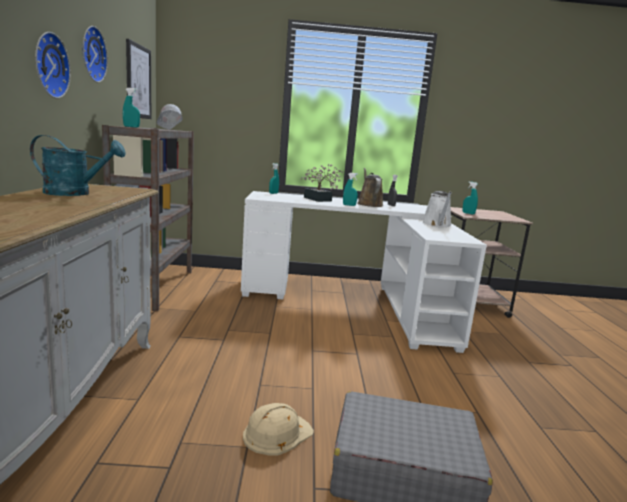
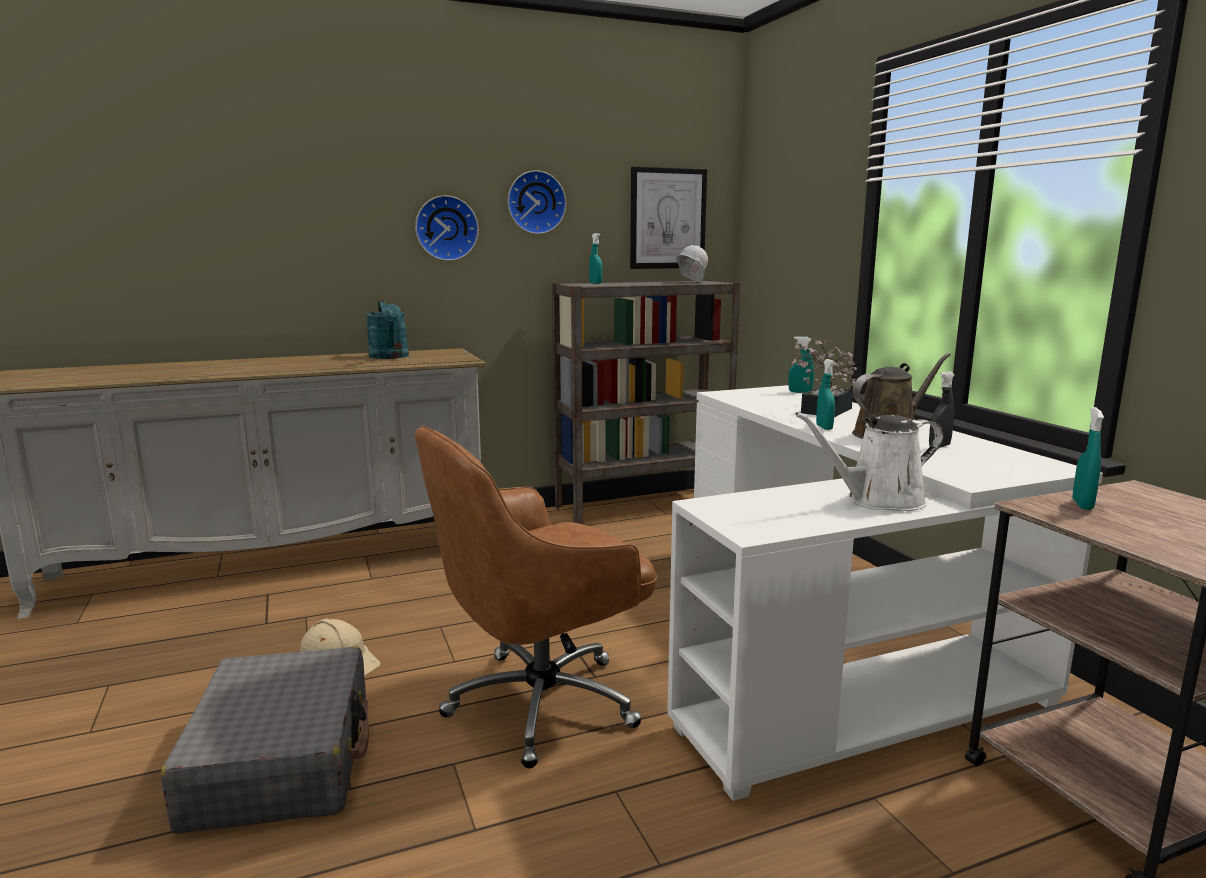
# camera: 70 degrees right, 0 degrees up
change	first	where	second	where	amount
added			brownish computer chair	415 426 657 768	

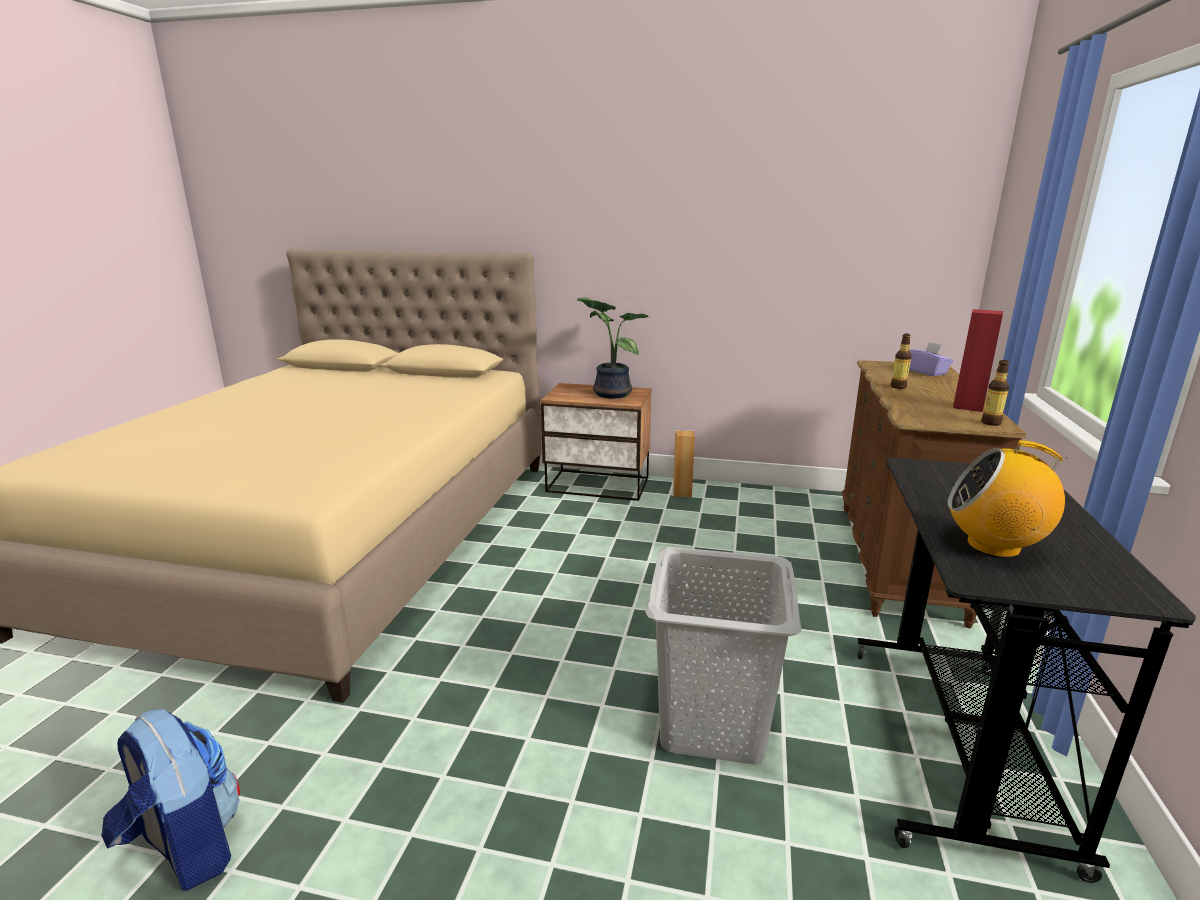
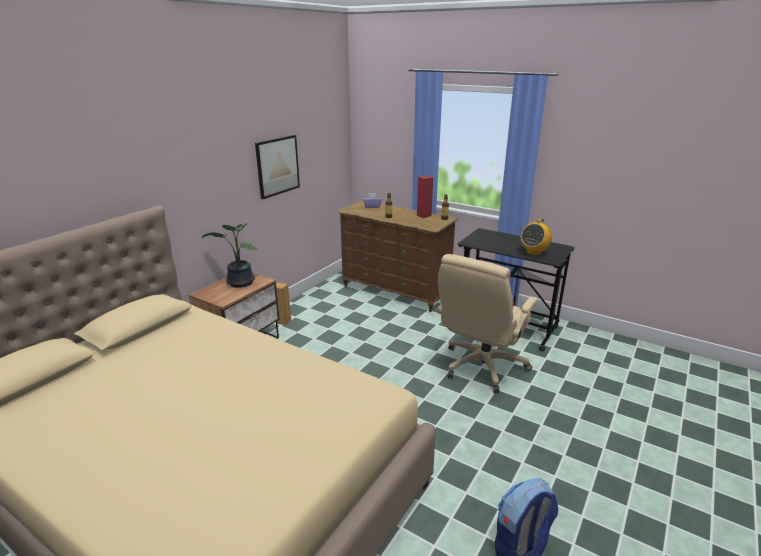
# camera: 70 degrees left, 5 degrees up
change	first	where	second	where	amount
replaced	gray hamper	646 547 801 765	beige computer chair	437 254 538 393	
added			wall picture	255 135 300 199	

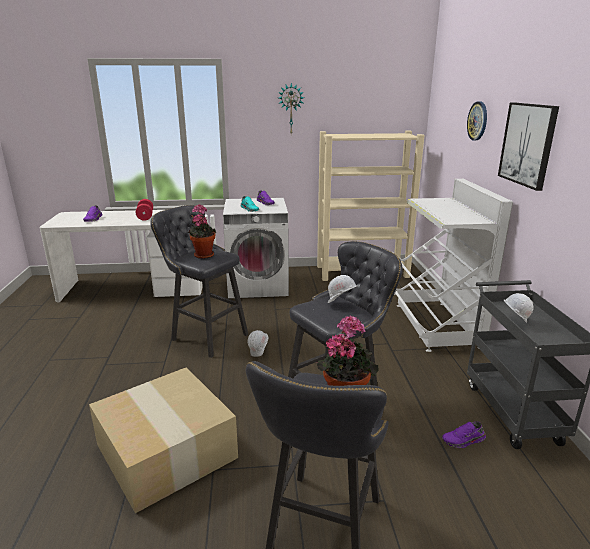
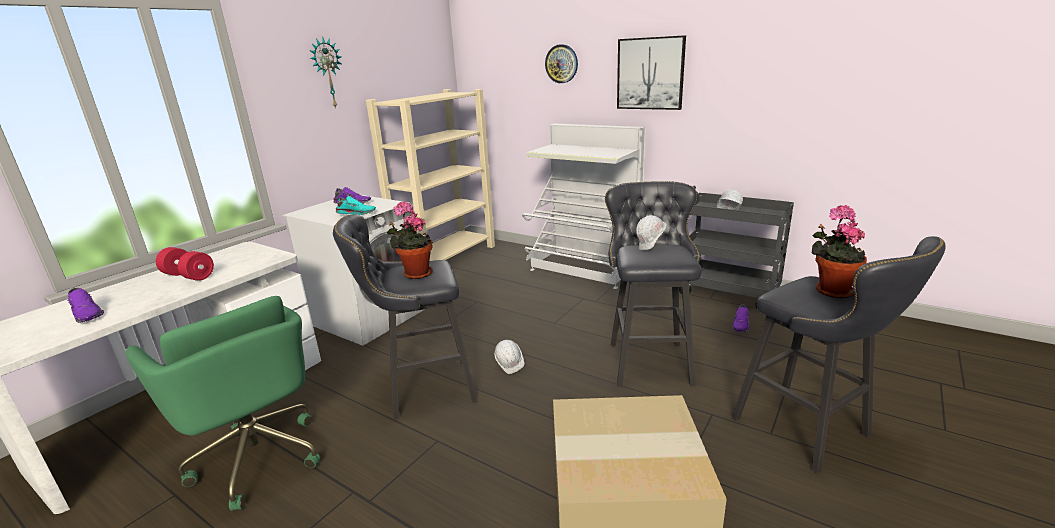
# camera: 50 degrees left, 0 degrees up
change	first	where	second	where	amount
added			greenish computer chair	126 296 320 511	

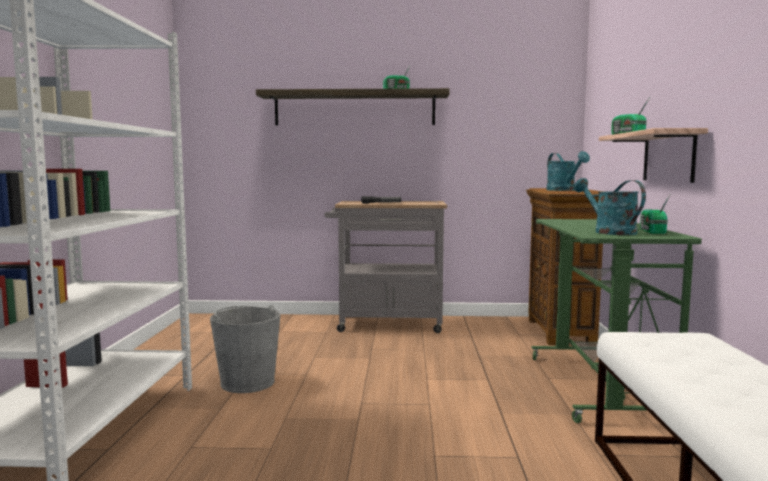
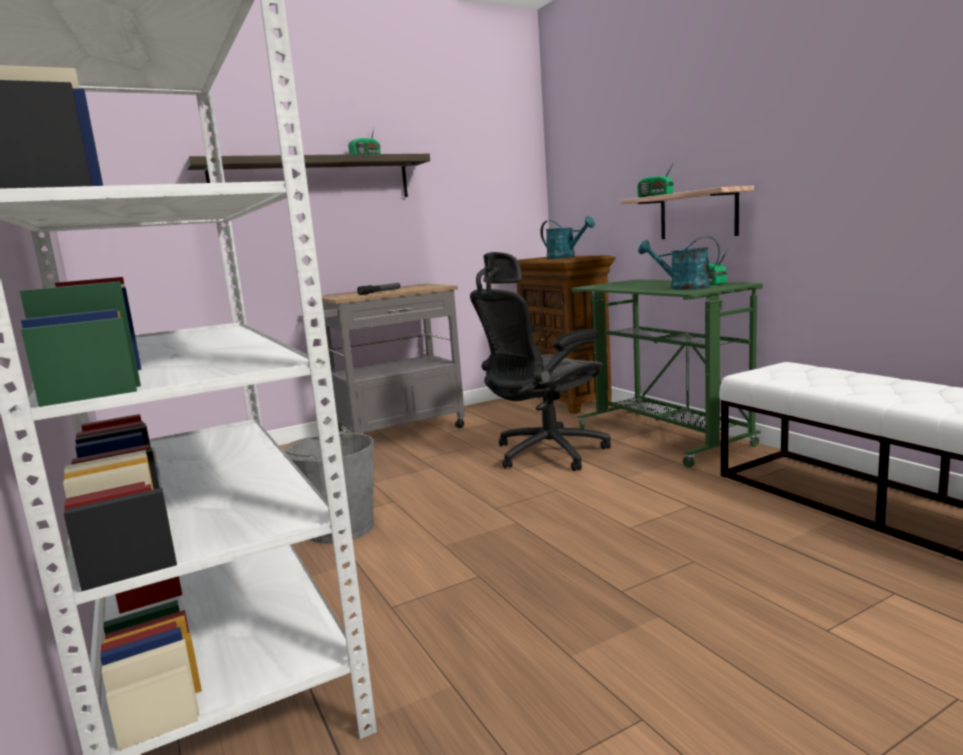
# camera: 30 degrees left, 5 degrees up
change	first	where	second	where	amount
added			computer chair	470 252 611 471	

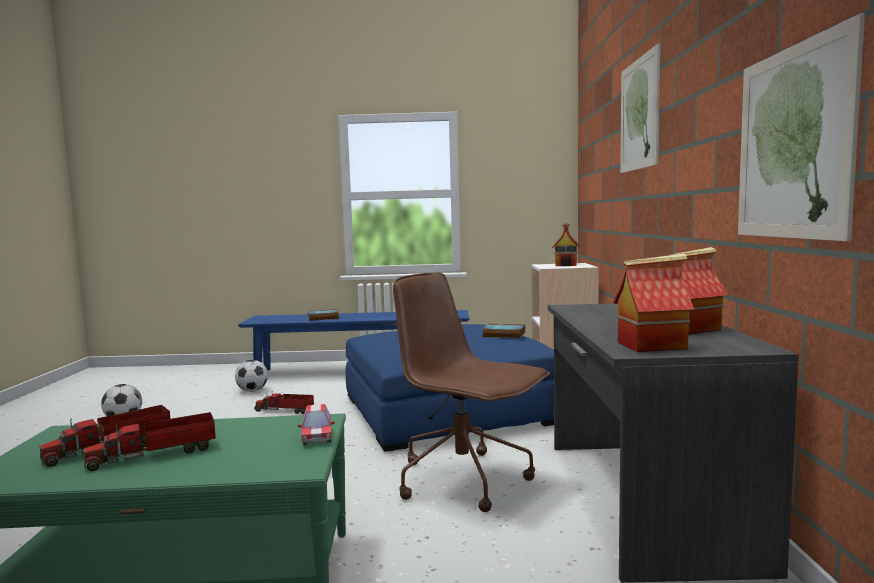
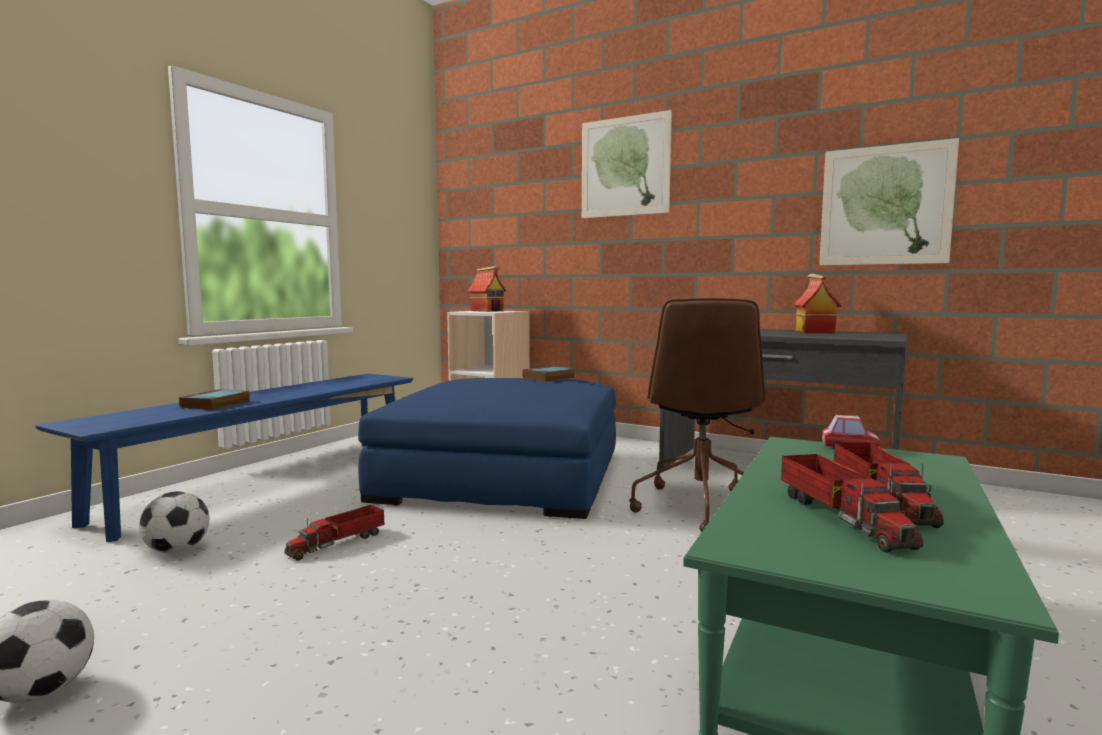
# camera: 60 degrees left, 0 degrees up
change	first	where	second	where	amount
removed	toy house	613 253 694 352			
turned	brownish computer chair	393 273 550 512		629 298 765 532	60 degrees counterclockwise

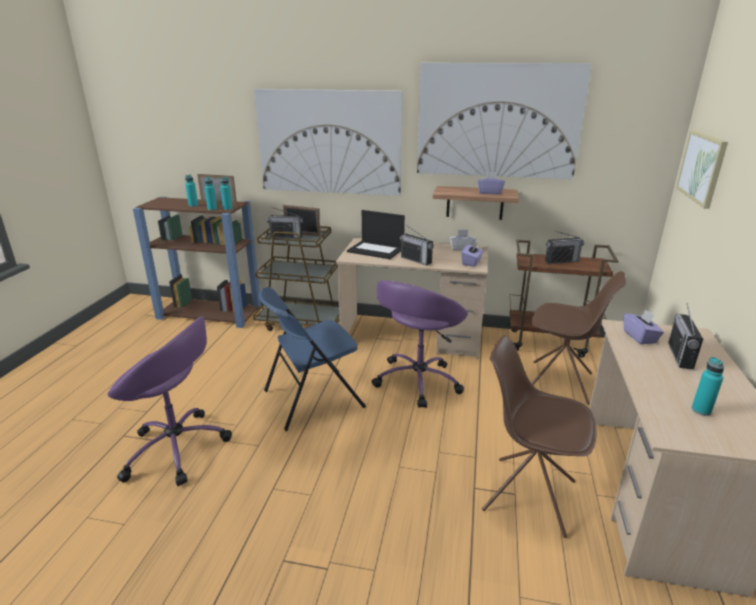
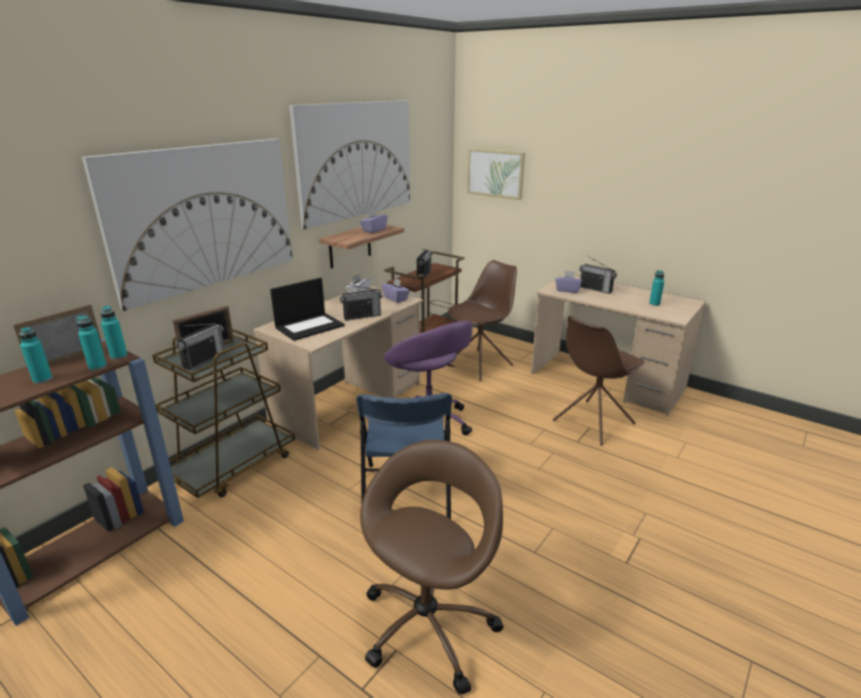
# camera: 65 degrees left, 0 degrees up
change	first	where	second	where	amount
recoloured	purple-coloured computer chair	108 316 232 486	brownish computer chair	360 440 503 694	

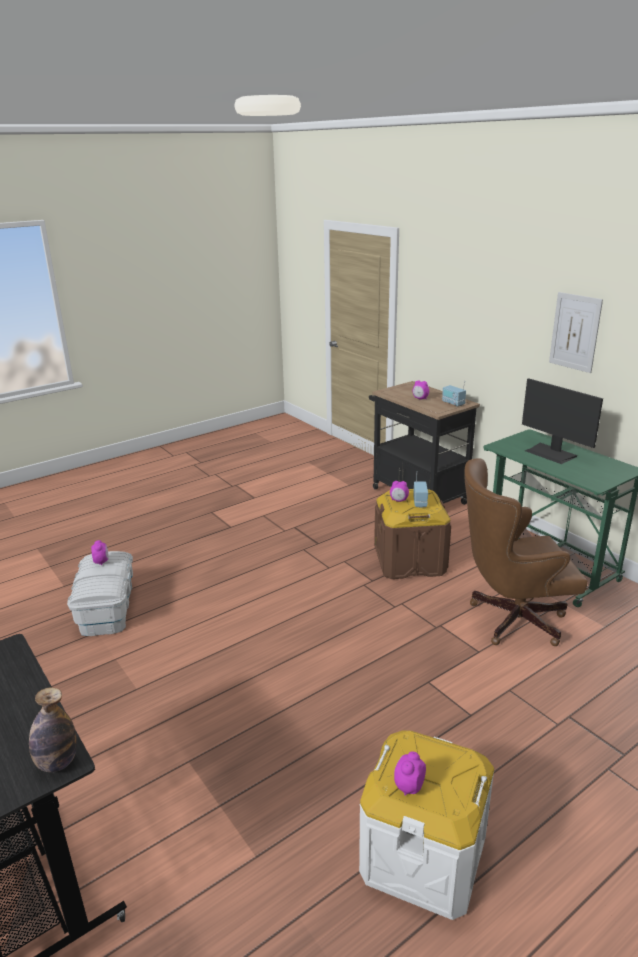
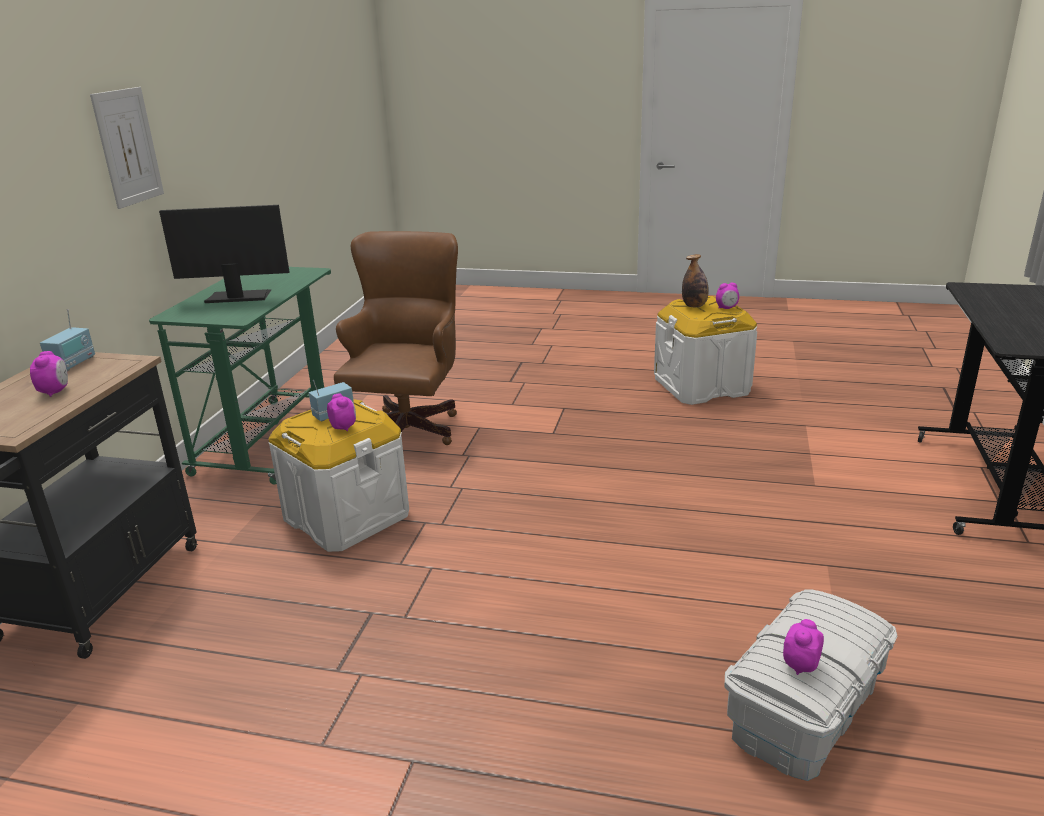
# camera: 130 degrees left, 0 degrees up
change	first	where	second	where	amount
turned	monitor	522 378 603 464		159 205 289 303	105 degrees counterclockwise
turned	brownish computer chair	464 458 588 646		334 231 458 445	120 degrees counterclockwise
recoloured	brownish storage bin	374 489 451 579	white storage bin	268 399 409 552	
moved	beverage bottle	29 687 77 772		682 254 709 307	

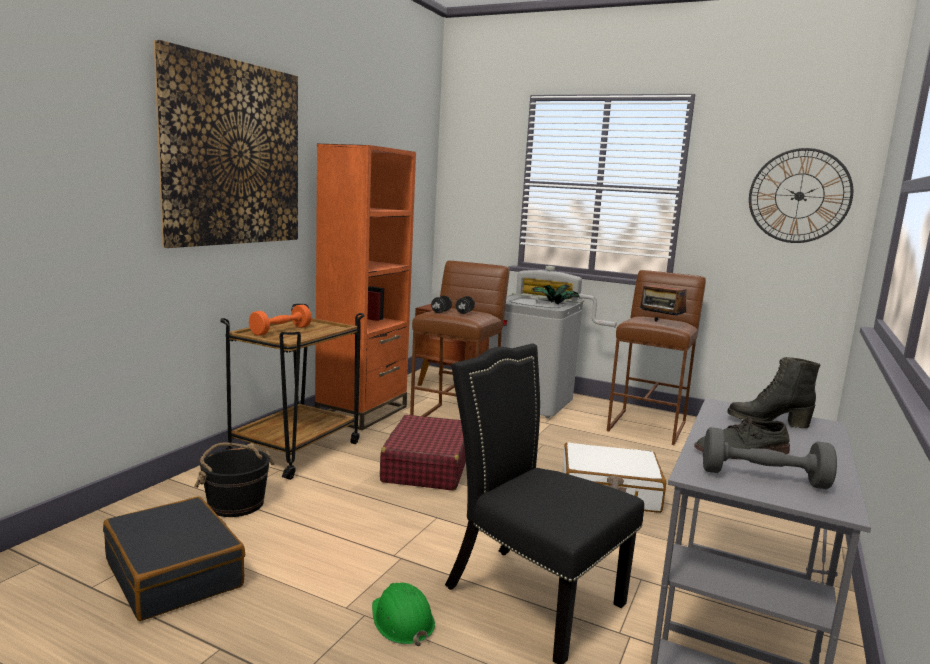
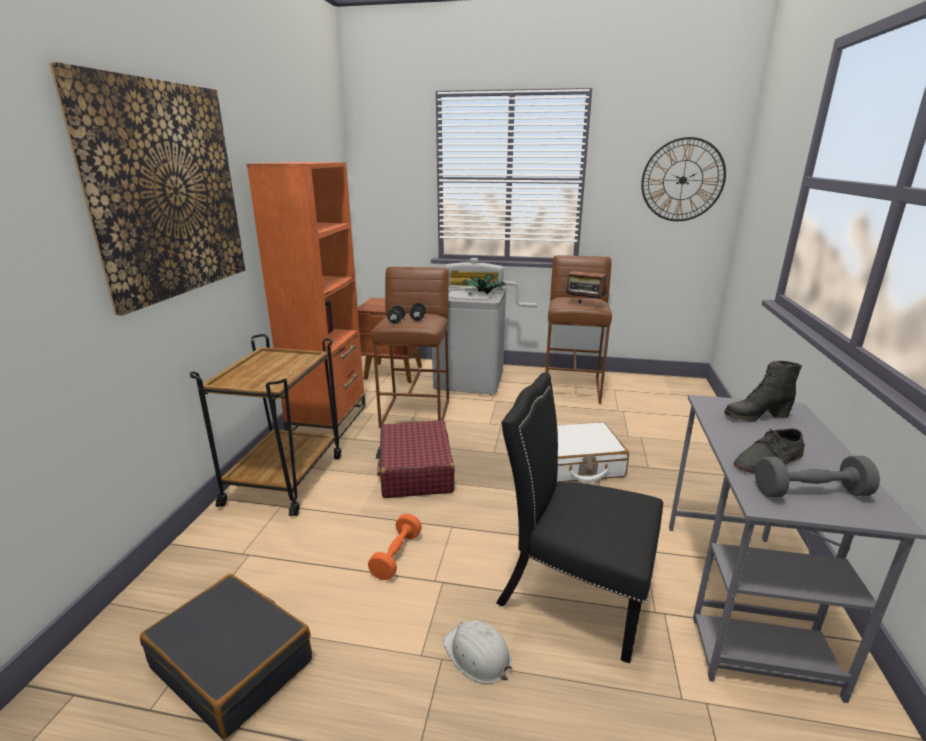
# camera: 15 degrees left, 10 degrees up
change	first	where	second	where	amount
moved	orange-coloured hand weight	249 305 312 336		368 514 422 580	
removed	blackish water bucket	194 442 275 517			
recoloured	greenish work helmet	372 583 435 646	white work helmet	443 620 512 684	

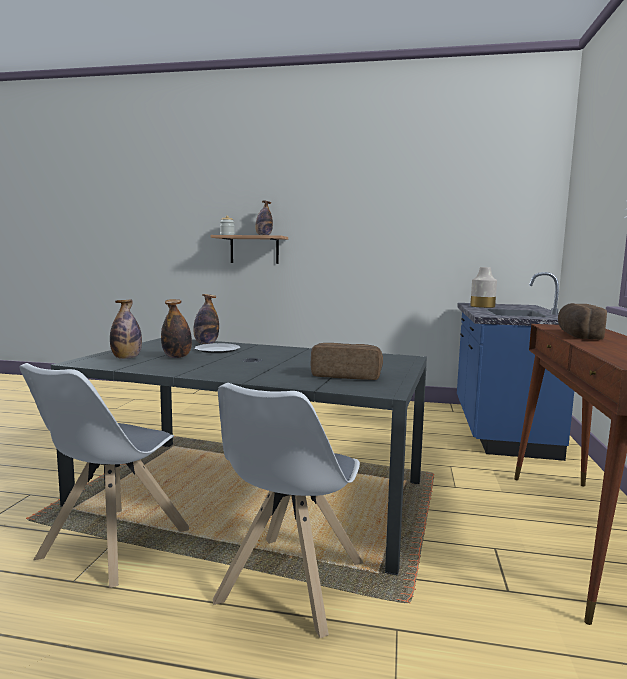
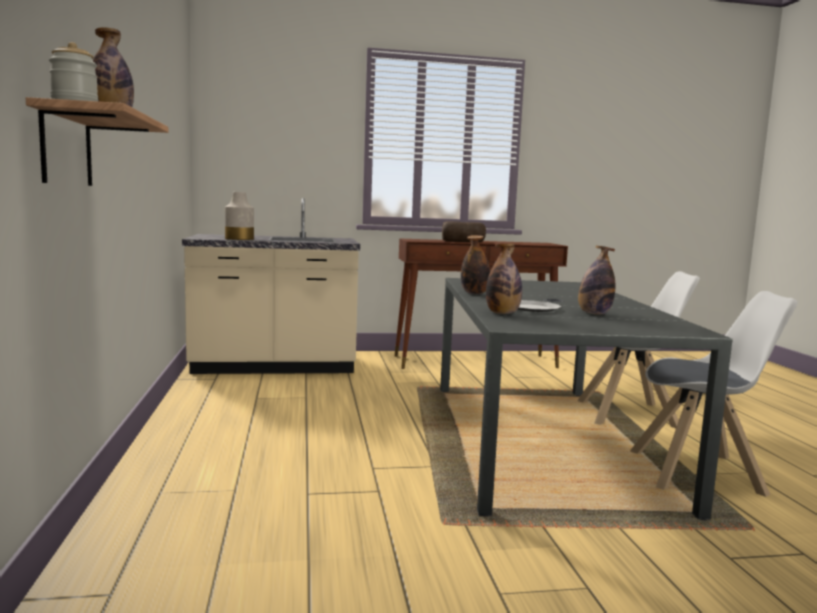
# camera: 110 degrees left, 0 degrees up
change	first	where	second	where	amount
recoloured	blue kitchen counter	457 272 574 461	beige kitchen counter	182 198 360 374	
moved	beverage bottle	110 300 142 359		461 235 490 294	
removed	baked bread	311 343 383 380			

